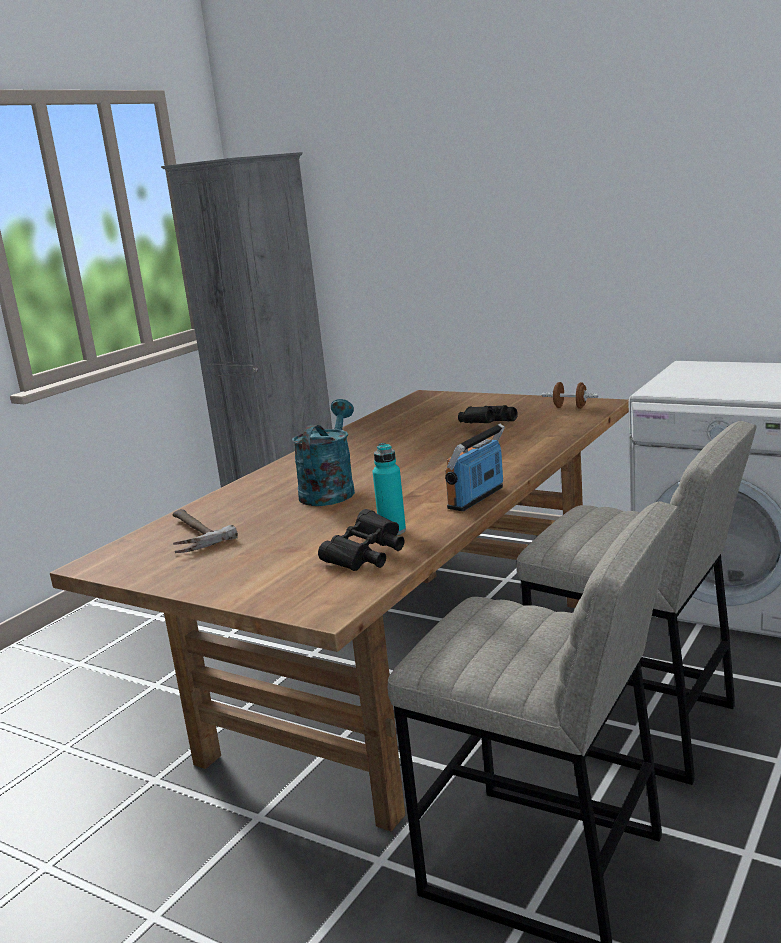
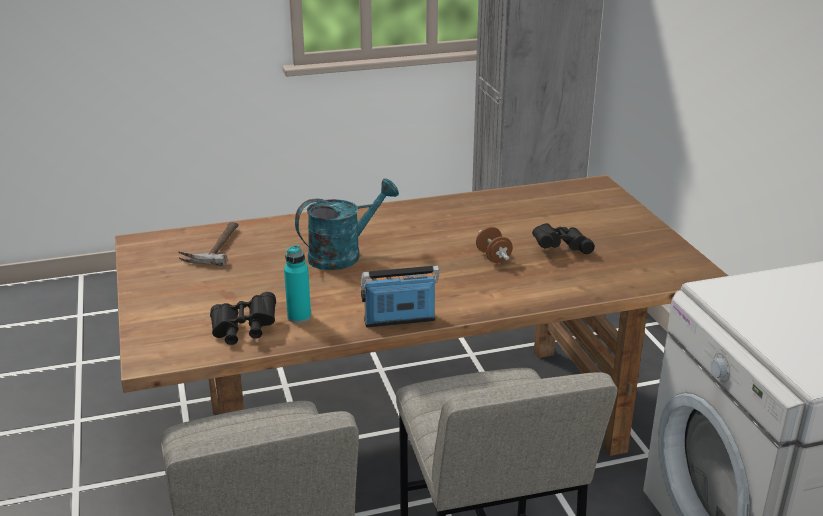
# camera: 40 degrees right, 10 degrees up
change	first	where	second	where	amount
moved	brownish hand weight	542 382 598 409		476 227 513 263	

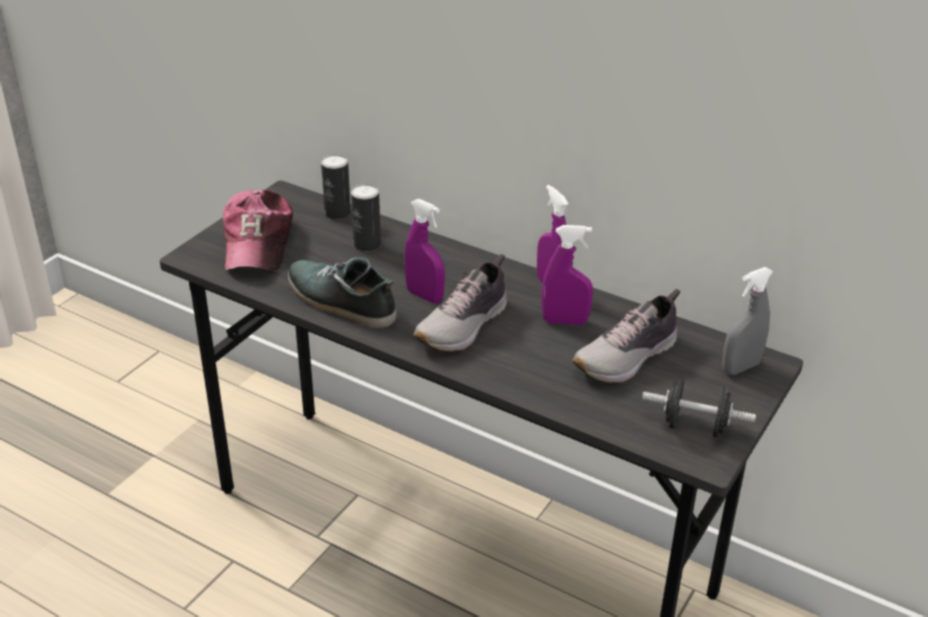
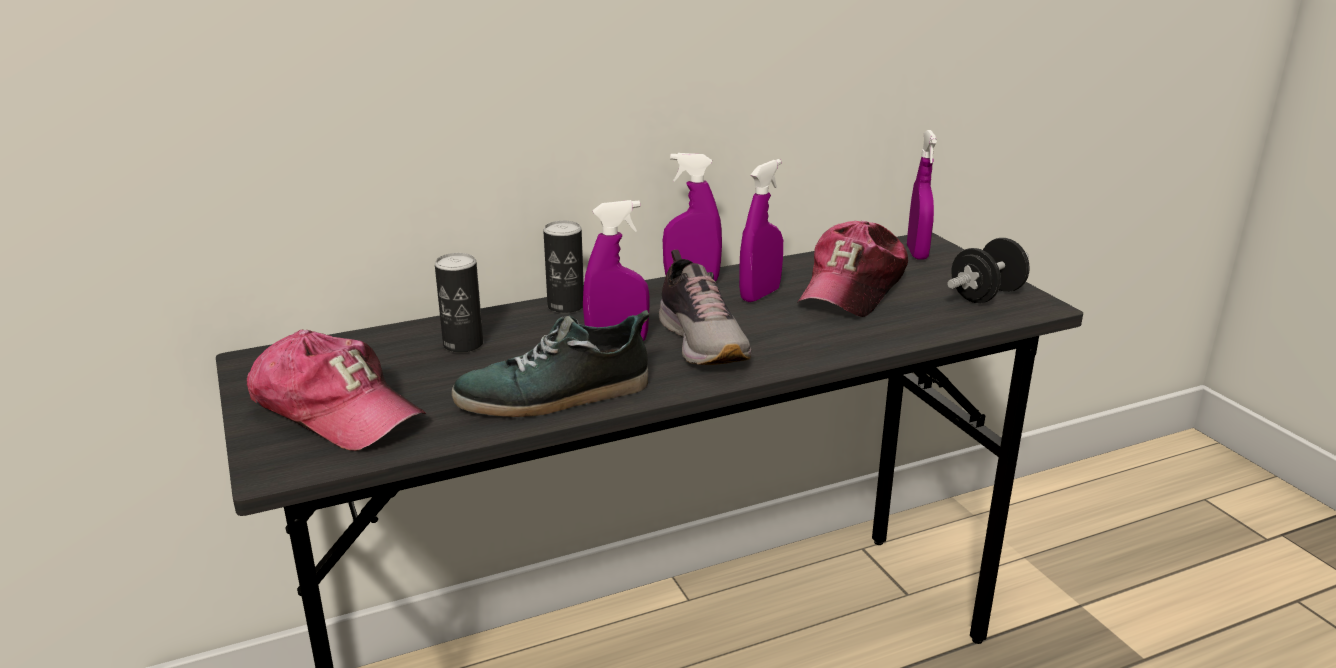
# camera: 55 degrees left, 10 degrees down
change	first	where	second	where	amount
moved	sealed can	321 154 351 220		543 221 584 313	
recoloured	gray spray bottle	722 267 773 375	purple-coloured spray bottle	907 130 937 260	
replaced	shoe	572 289 680 383	cap	797 220 908 317	

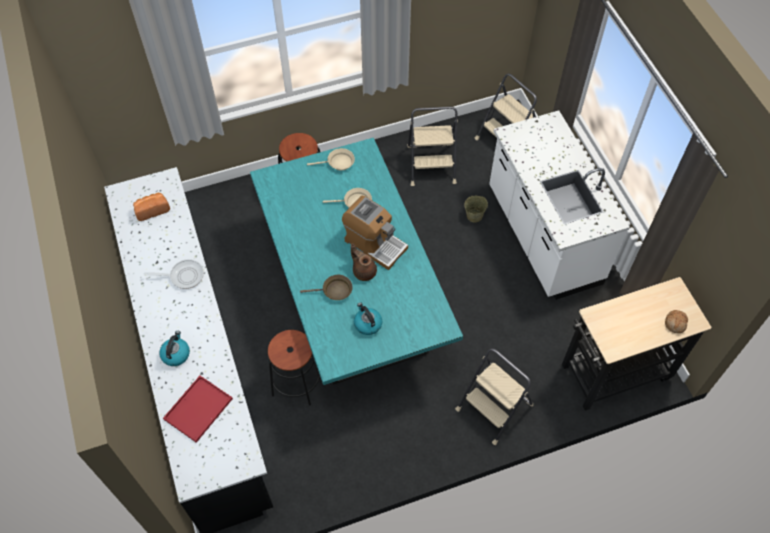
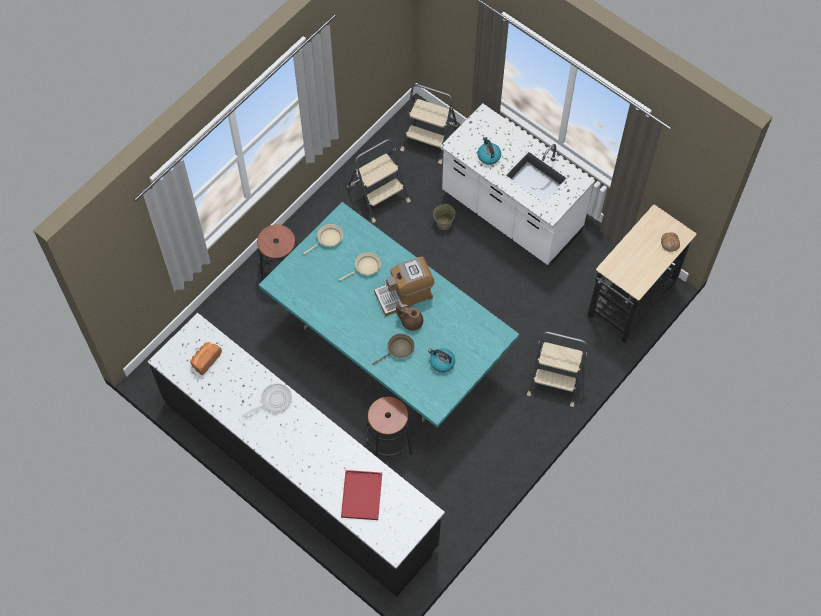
# camera: 30 degrees left, 5 degrees up
change	first	where	second	where	amount
turned	coffee brewer	342 195 408 270		374 256 435 316	150 degrees clockwise
moved	water kettle	159 331 190 366		477 137 501 165	

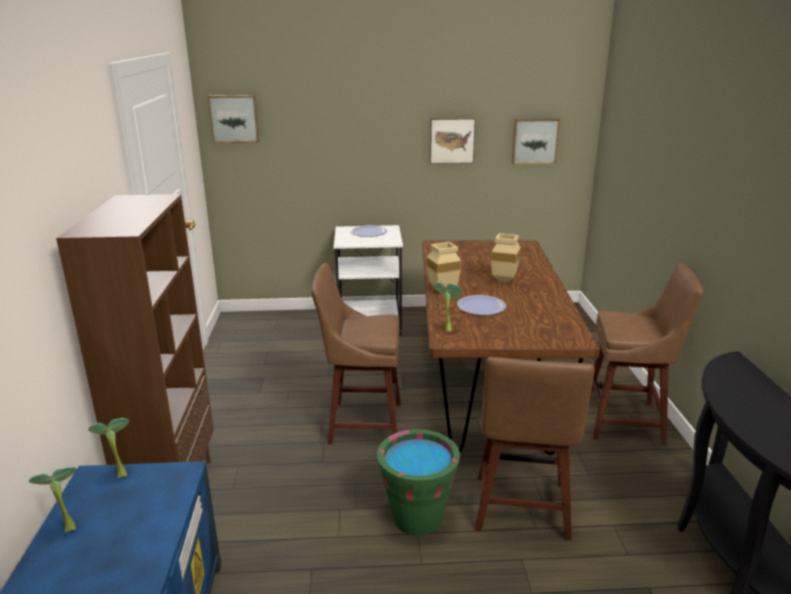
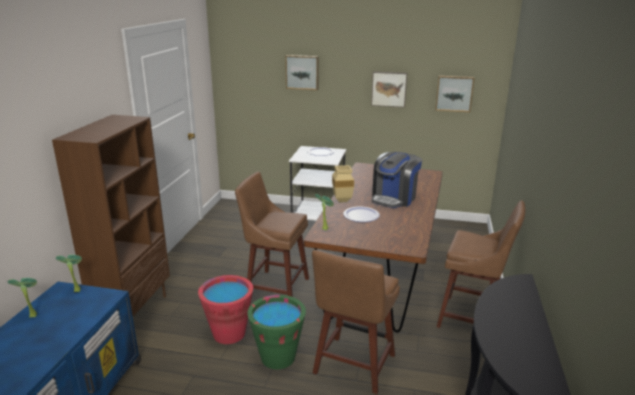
# camera: 15 degrees right, 0 degrees up
change	first	where	second	where	amount
moved	wall picture	208 95 259 143		285 55 319 90	
replaced	beige decorative vase	491 233 521 283	coffee brewer	372 152 422 208	
added			reddish water bucket	198 275 253 344	

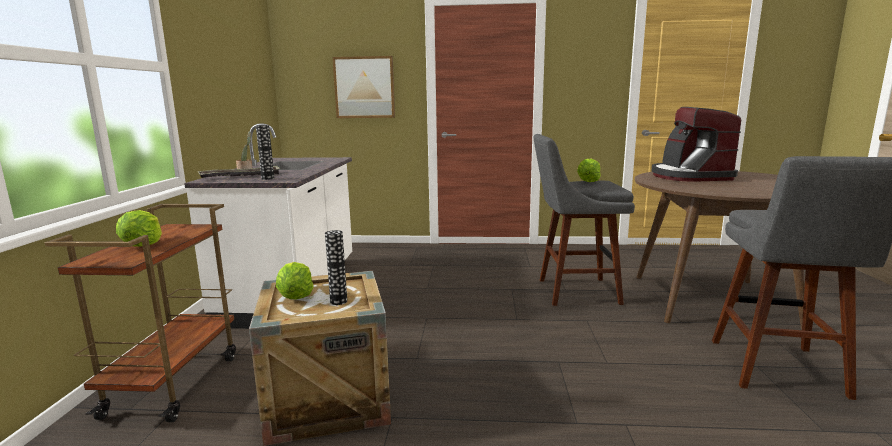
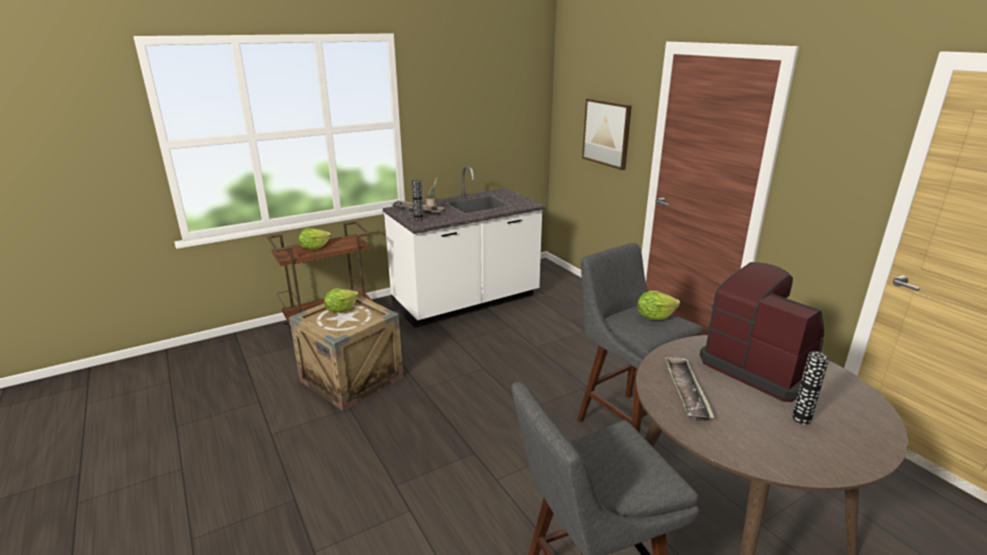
# camera: 55 degrees right, 10 degrees up
change	first	where	second	where	amount
turned	coffee brewer	651 107 741 182		700 262 824 402	90 degrees clockwise
moved	decorative vase	325 230 347 305		792 351 829 425	
added			serving tray	664 357 714 421	

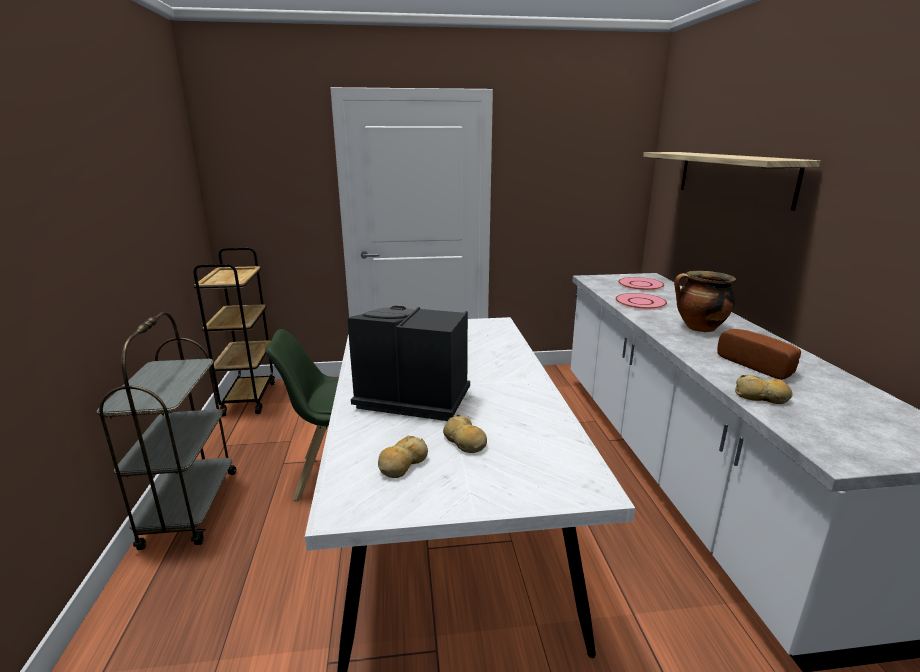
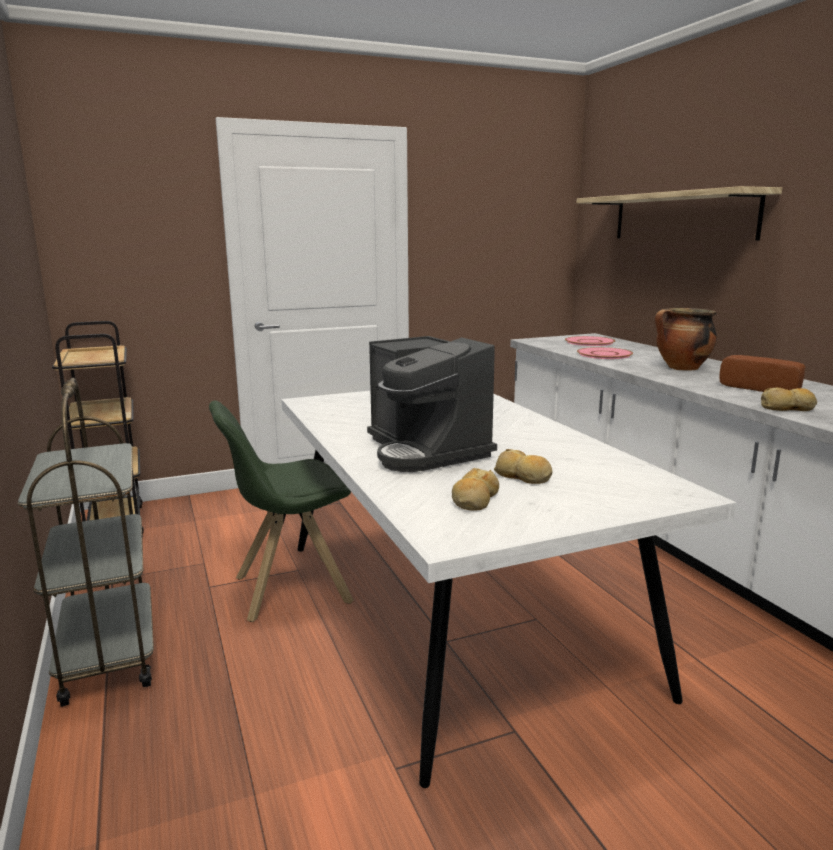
# camera: 15 degrees left, 5 degrees down
change	first	where	second	where	amount
turned	coffee brewer	347 306 470 421		367 336 497 472	120 degrees counterclockwise

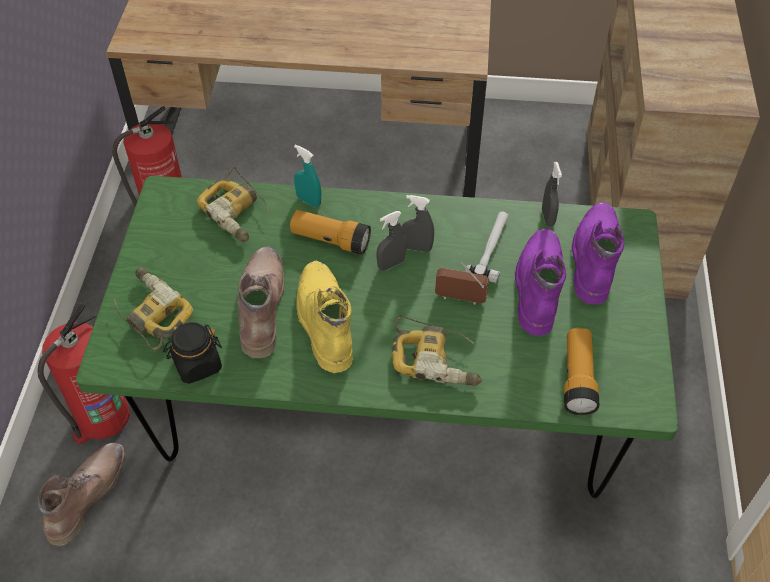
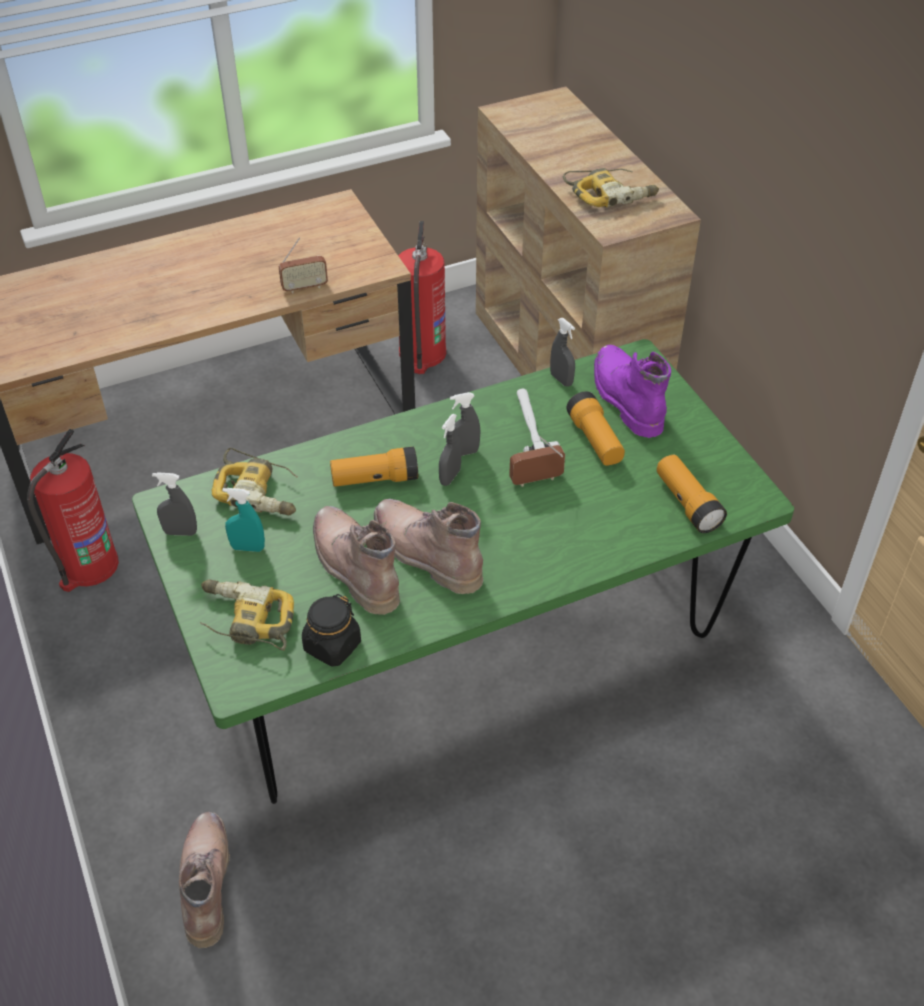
# camera: 30 degrees left, 5 degrees down
change	first	where	second	where	amount
moved	turquoise-coloured spray bottle	294 144 321 207		223 488 265 552	
replaced	purple-coloured boot	515 229 566 336	flashlight	566 391 625 466	
recoloured	yellow-coloured boot	296 261 353 373	brownish boot	374 499 483 594	
moved	extinguisher	37 303 130 444		398 221 446 374	
moved	electric drill	392 315 482 386		563 168 659 207	
added			radio set	279 237 328 293	
added			gray spray bottle	152 472 197 536	

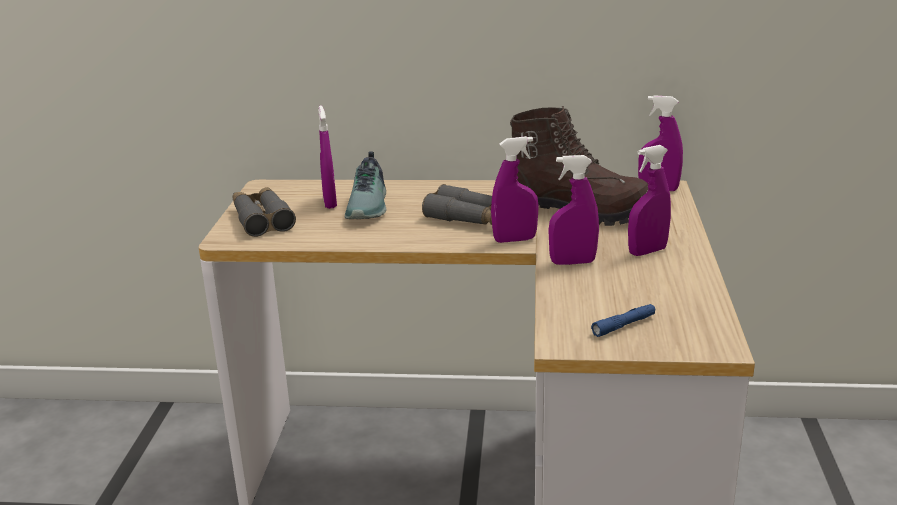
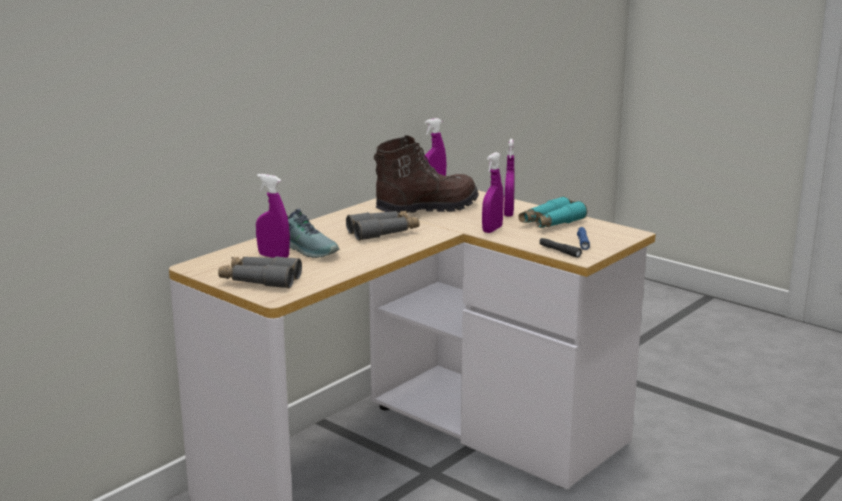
# camera: 55 degrees left, 5 degrees down
change	first	where	second	where	amount
removed	purple-coloured spray bottle	491 136 539 243			
added			turquoise-coloured binoculars	518 196 587 228	
added			blackish flashlight	539 238 582 258	

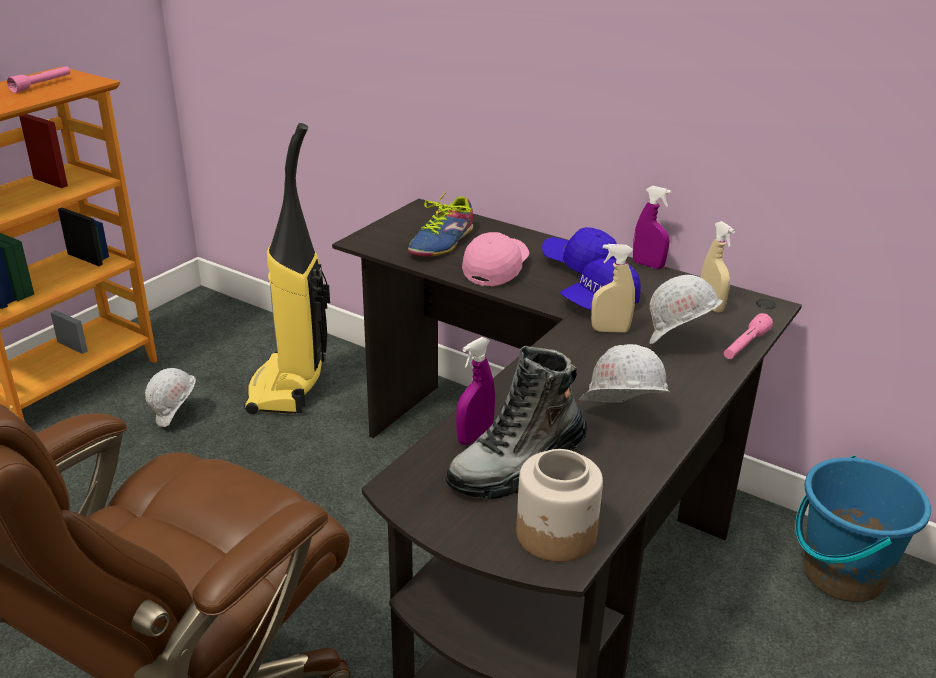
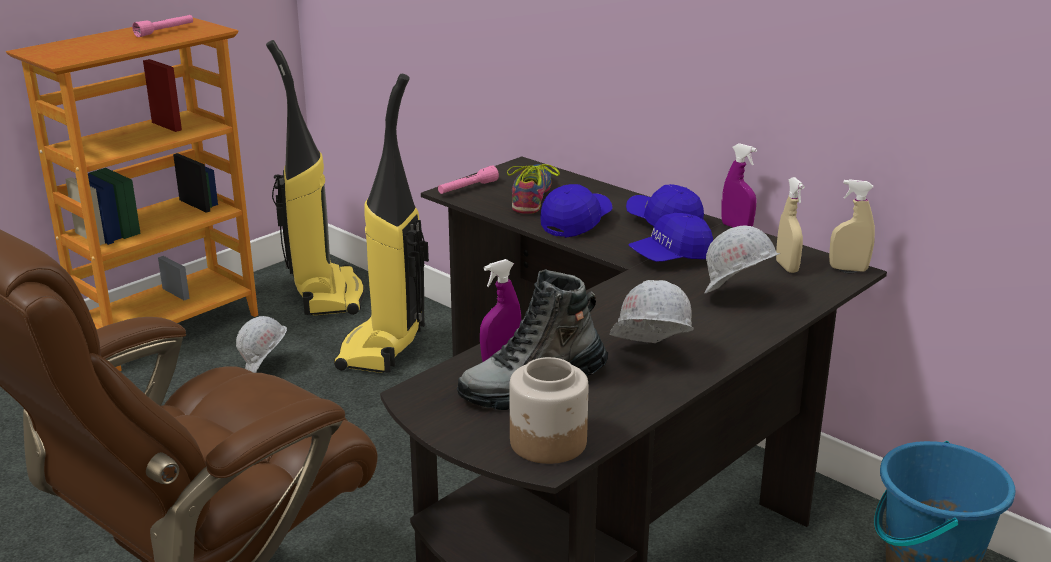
# camera: 10 degrees right, 5 degrees down
change	first	where	second	where	amount
turned	shoe	408 190 473 257		507 164 560 214	150 degrees clockwise
recoloured	pinkish cap	462 232 529 287	blue cap	540 184 613 238	
moved	beige spray bottle	591 244 635 332		829 179 875 271	
moved	pinkish flashlight	724 313 773 359		438 165 499 194	
added			vacuum cleaner	266 40 365 315	

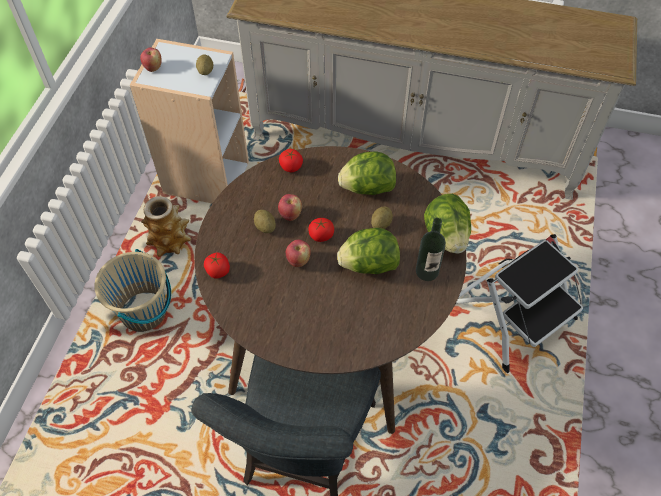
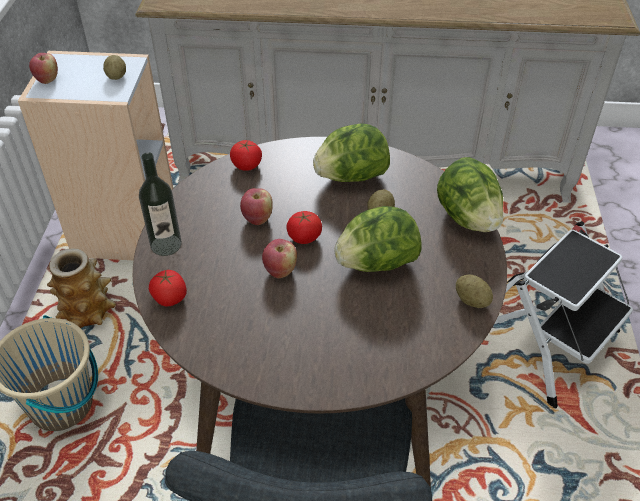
# camera: 10 degrees left, 10 degrees down
change	first	where	second	where	amount
moved	whole potato	254 210 276 233		456 274 493 308	
moved	beverage bottle	416 218 446 281		139 152 182 256	

